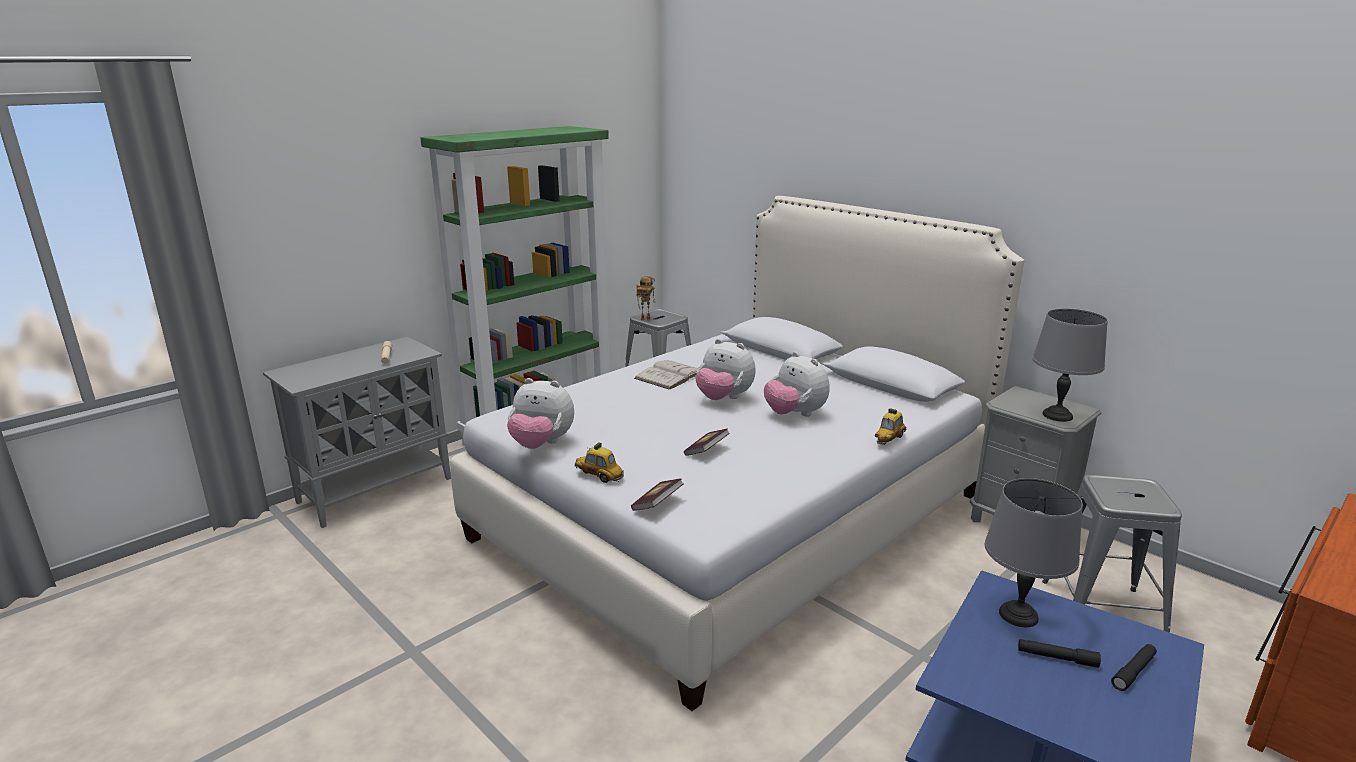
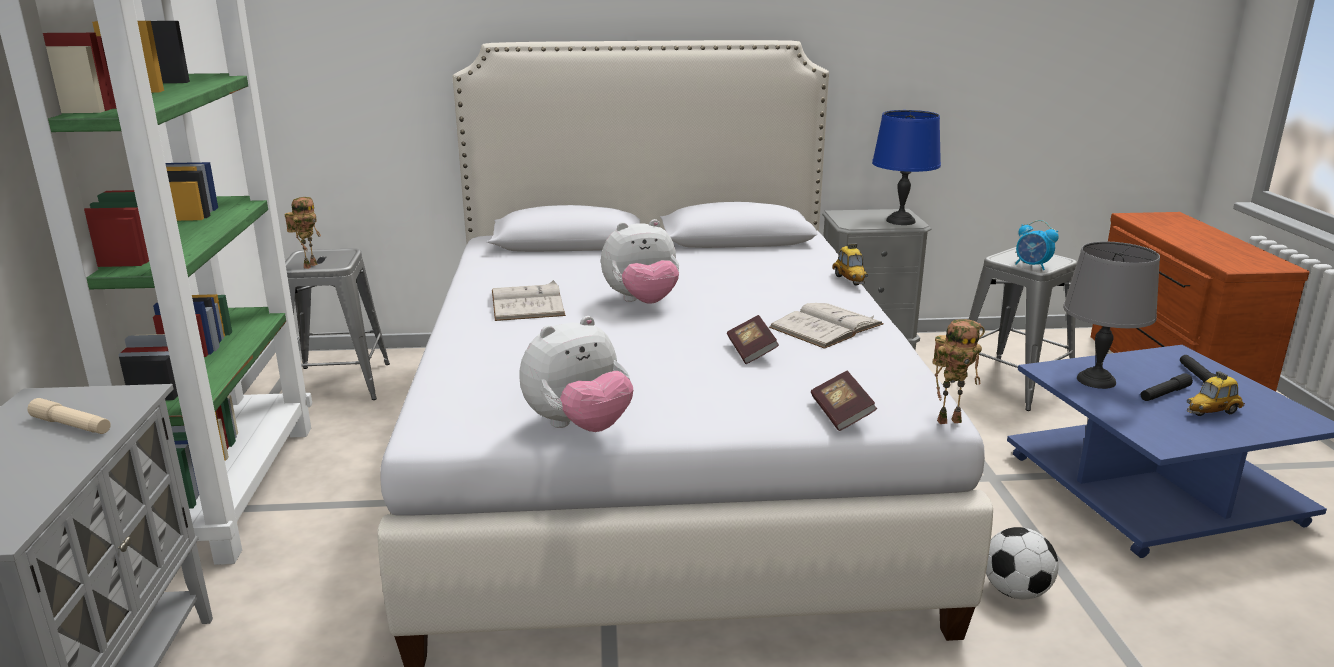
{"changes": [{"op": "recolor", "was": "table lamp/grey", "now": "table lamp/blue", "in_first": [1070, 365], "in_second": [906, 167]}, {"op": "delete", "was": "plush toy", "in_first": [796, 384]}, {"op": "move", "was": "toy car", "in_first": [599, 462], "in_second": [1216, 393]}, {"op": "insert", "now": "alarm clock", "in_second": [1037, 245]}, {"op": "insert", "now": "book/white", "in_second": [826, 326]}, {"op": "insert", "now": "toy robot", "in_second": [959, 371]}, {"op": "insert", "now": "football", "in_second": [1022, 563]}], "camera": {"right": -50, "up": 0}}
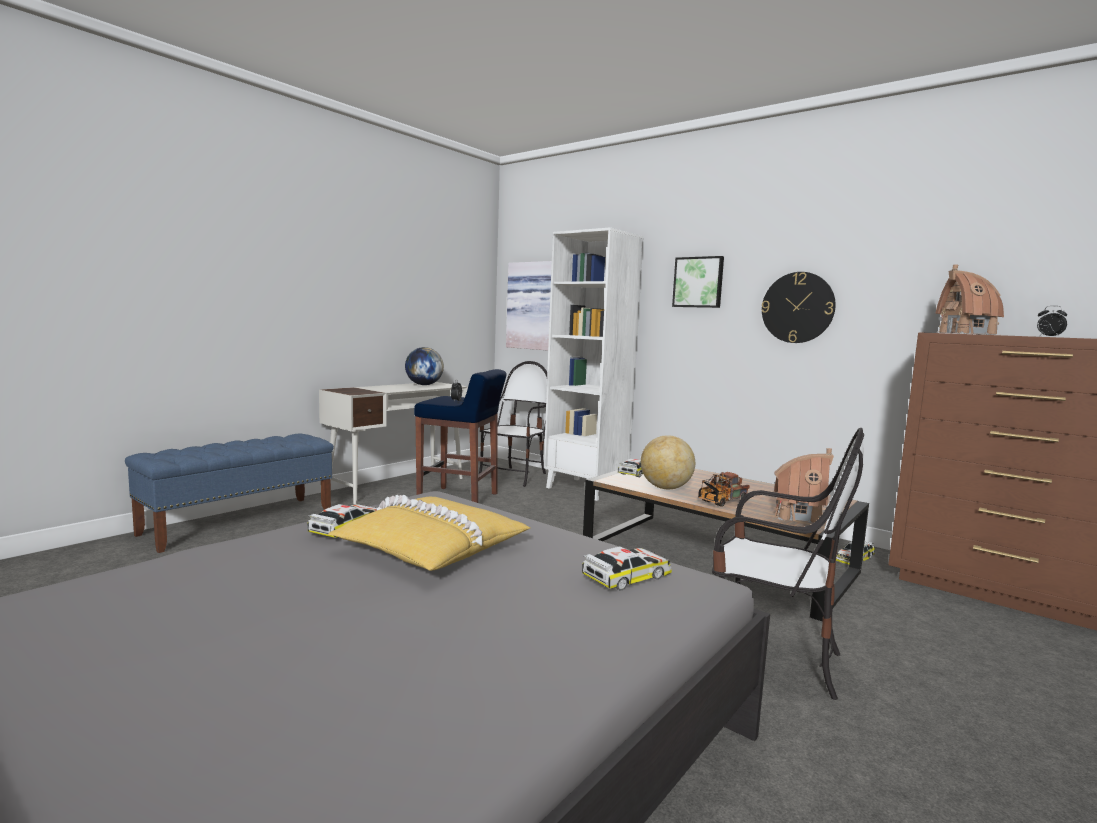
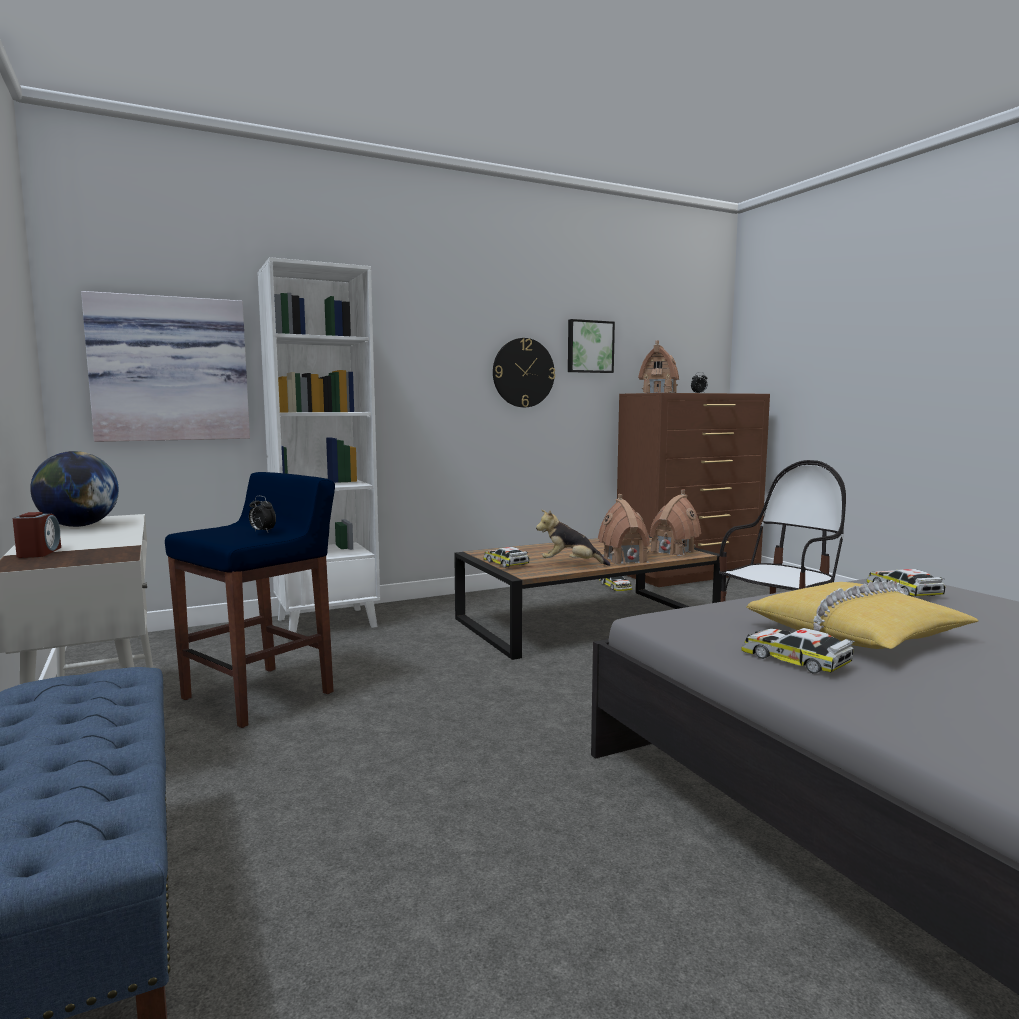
{"changes": [{"op": "move", "was": "picture", "in_first": [698, 282], "in_second": [591, 346]}, {"op": "delete", "was": "chair", "in_first": [513, 424]}, {"op": "replace", "was": "globe", "now": "plush toy", "in_first": [668, 462], "in_second": [573, 538]}, {"op": "replace", "was": "toy truck", "now": "toy house", "in_first": [724, 489], "in_second": [624, 529]}, {"op": "insert", "now": "alarm clock", "in_second": [37, 535]}], "camera": {"right": -65, "up": 0}}
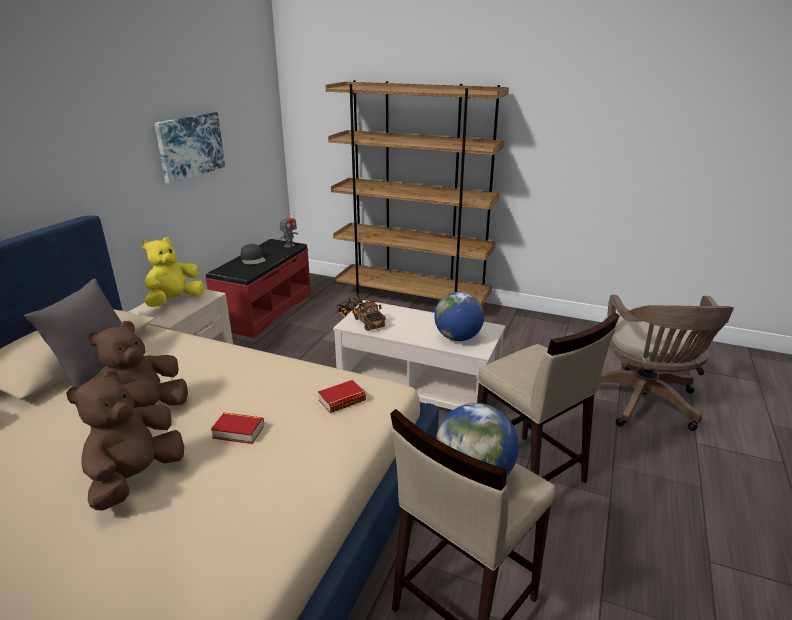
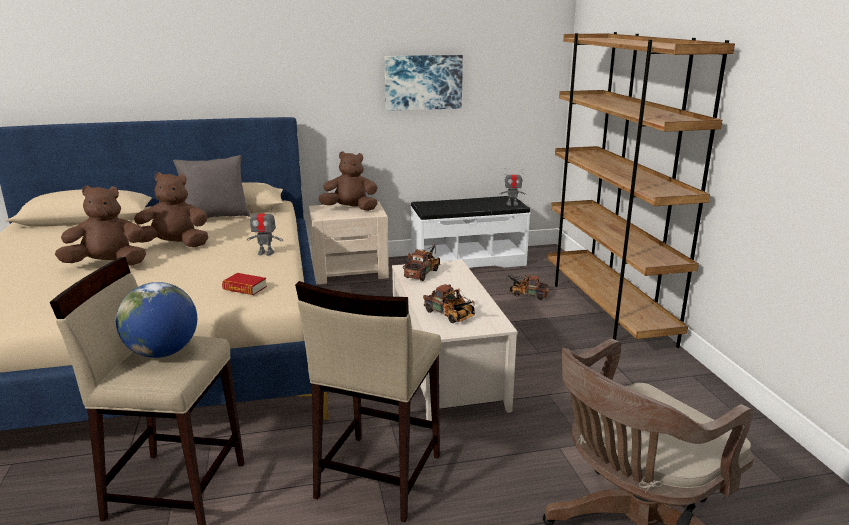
{"changes": [{"op": "recolor", "was": "plush toy/yellow", "now": "plush toy/brown", "in_first": [173, 272], "in_second": [348, 181]}, {"op": "recolor", "was": "bench/red", "now": "bench/white", "in_first": [258, 288], "in_second": [470, 232]}, {"op": "delete", "was": "cap/black", "in_first": [253, 254]}, {"op": "replace", "was": "globe", "now": "toy truck", "in_first": [459, 316], "in_second": [449, 303]}, {"op": "delete", "was": "book", "in_first": [237, 428]}, {"op": "insert", "now": "toy robot", "in_second": [265, 230]}], "camera": {"right": 55, "up": -5}}
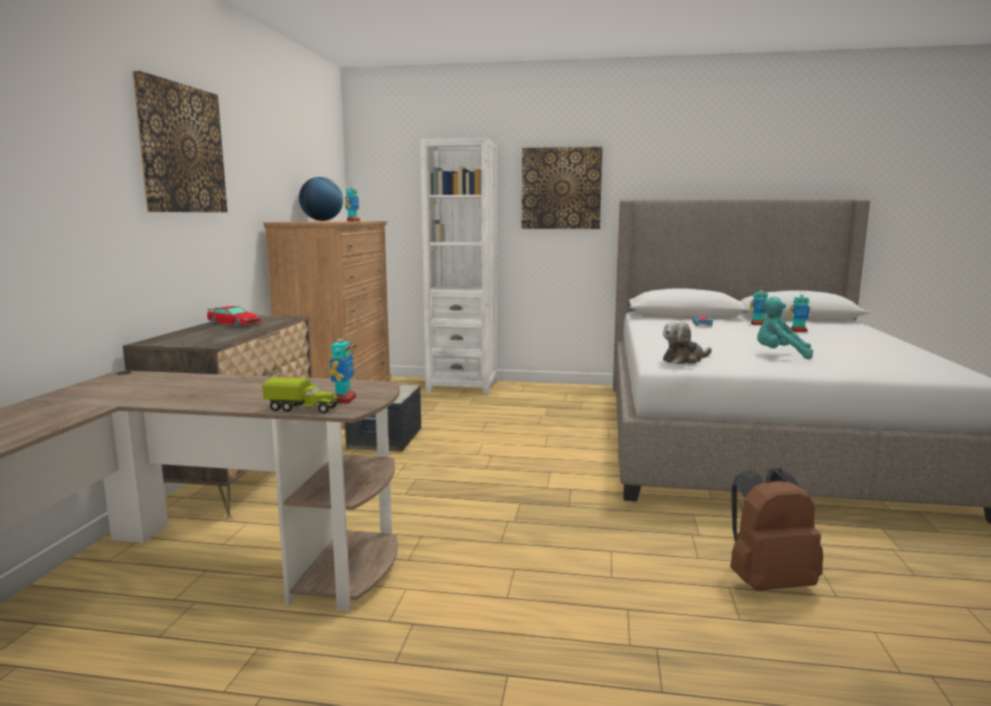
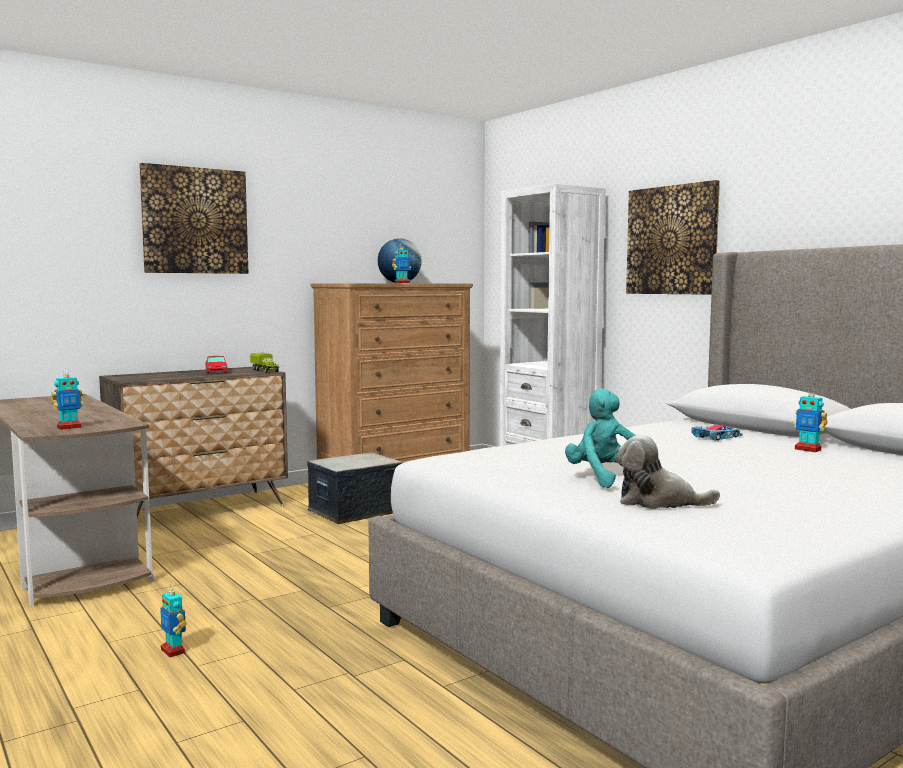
{"changes": [{"op": "move", "was": "toy robot", "in_first": [800, 313], "in_second": [173, 620]}, {"op": "move", "was": "plush toy", "in_first": [687, 342], "in_second": [667, 471]}, {"op": "move", "was": "toy truck", "in_first": [301, 395], "in_second": [264, 363]}, {"op": "delete", "was": "backpack/brown", "in_first": [776, 529]}], "camera": {"right": 45, "up": -5}}
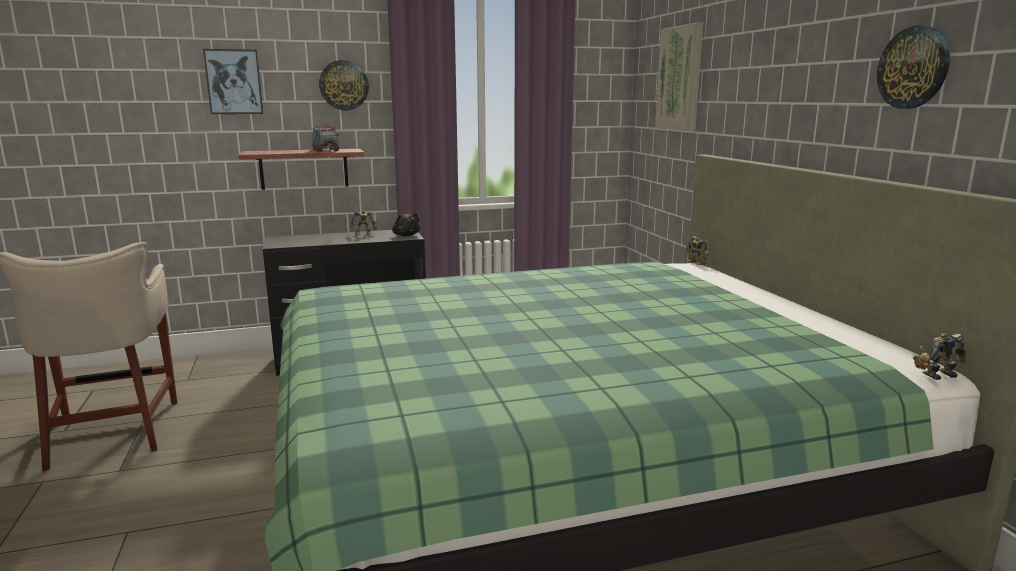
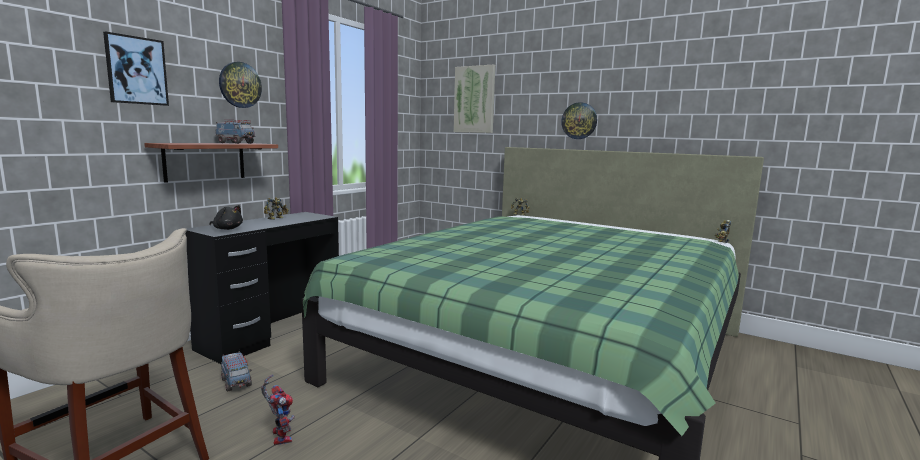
{"changes": [{"op": "move", "was": "wall clock", "in_first": [913, 67], "in_second": [579, 120]}, {"op": "move", "was": "plush toy/black", "in_first": [406, 224], "in_second": [226, 217]}, {"op": "insert", "now": "toy truck", "in_second": [236, 371]}, {"op": "insert", "now": "toy robot", "in_second": [278, 410]}], "camera": {"right": -40, "up": -5}}
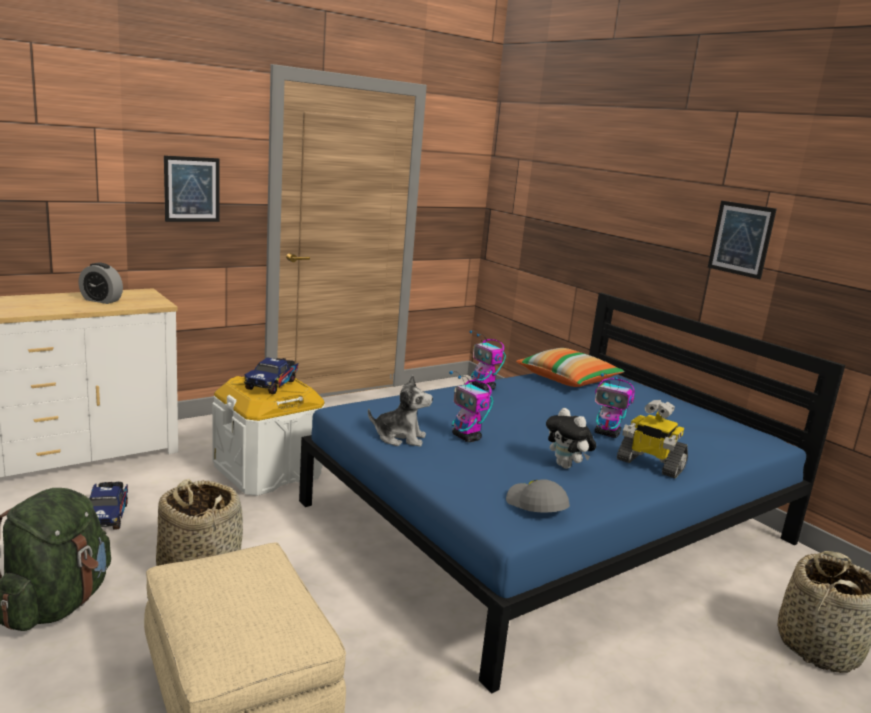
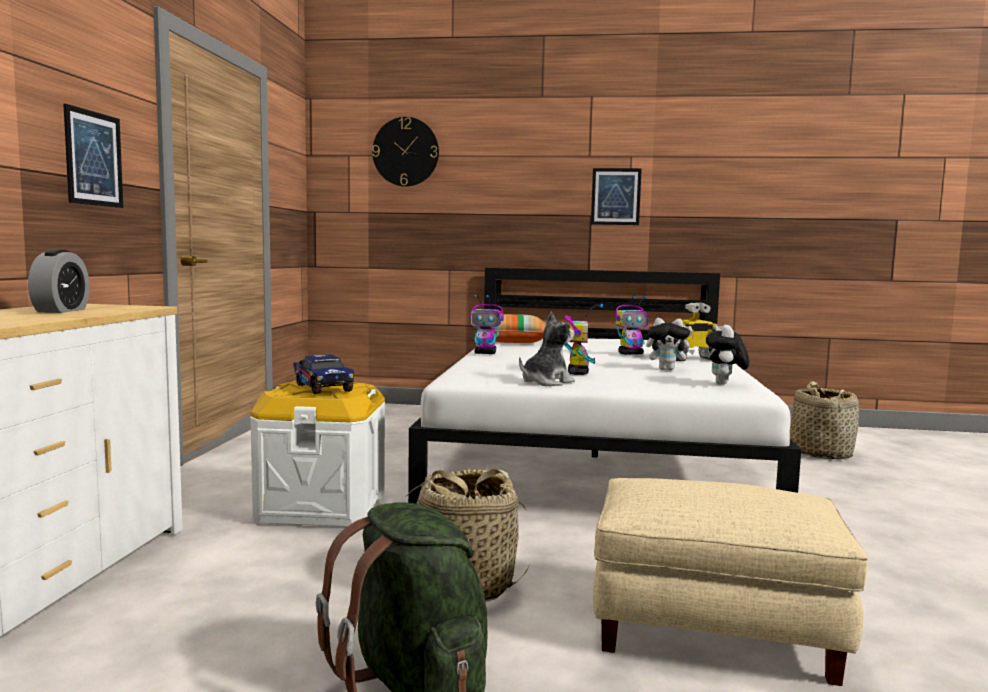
{"changes": [{"op": "rotate", "was": "alarm clock", "in_first": [100, 283], "in_second": [59, 281], "clockwise": -60}, {"op": "recolor", "was": "bed/blue", "now": "bed/white", "in_first": [572, 493], "in_second": [604, 386]}, {"op": "rotate", "was": "toy robot", "in_first": [471, 406], "in_second": [583, 339], "clockwise": -90}, {"op": "replace", "was": "cap/grey", "now": "plush toy", "in_first": [538, 495], "in_second": [727, 355]}, {"op": "delete", "was": "toy truck", "in_first": [108, 505]}, {"op": "insert", "now": "wall clock", "in_second": [405, 152]}], "camera": {"right": -45, "up": -10}}
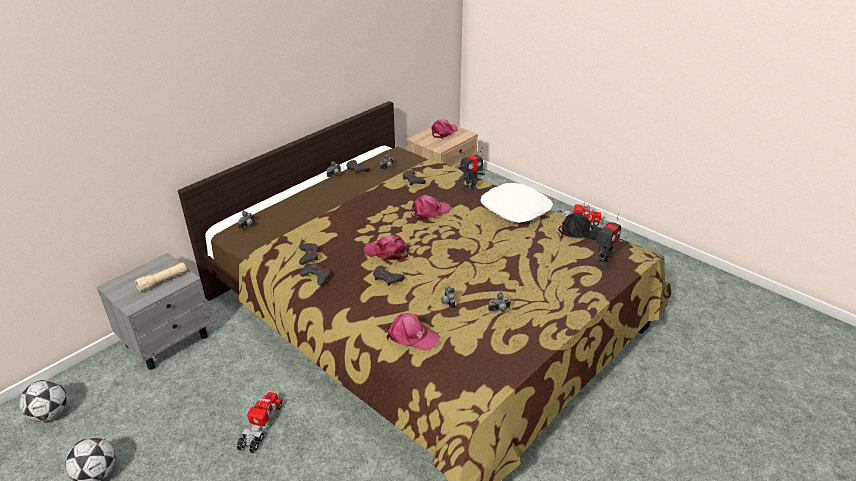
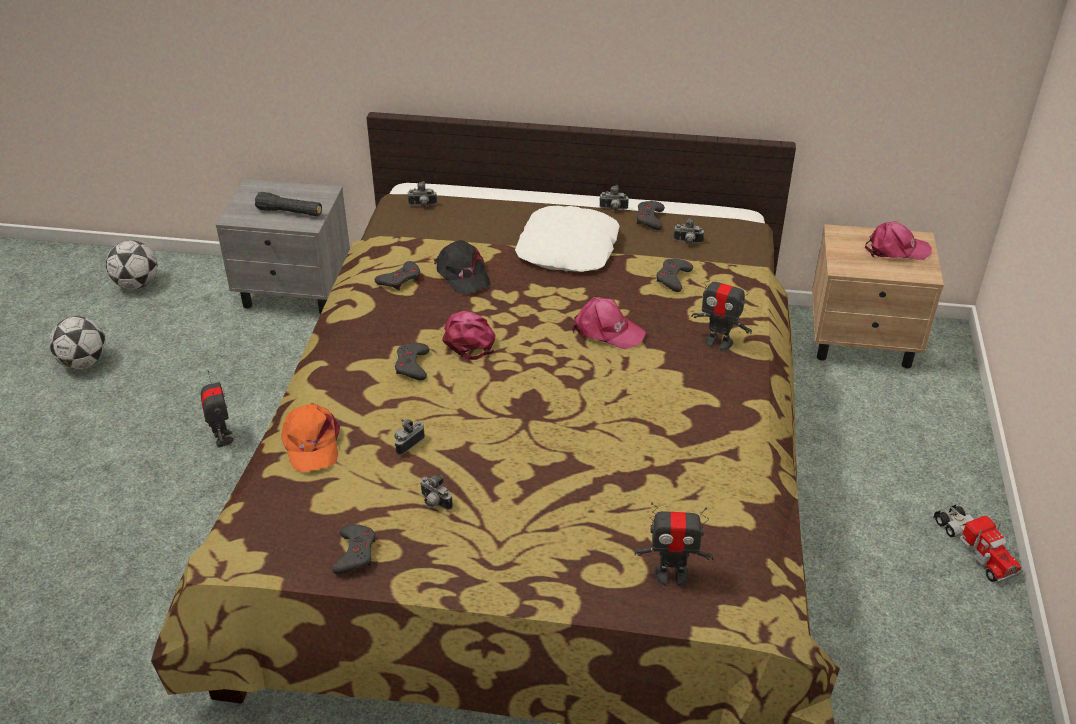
{"changes": [{"op": "move", "was": "pillow/white", "in_first": [516, 203], "in_second": [567, 239]}, {"op": "move", "was": "cap/black", "in_first": [580, 226], "in_second": [462, 267]}, {"op": "recolor", "was": "flashlight/beige", "now": "flashlight/black", "in_first": [161, 277], "in_second": [288, 204]}, {"op": "move", "was": "game controller/grey", "in_first": [314, 275], "in_second": [353, 549]}, {"op": "recolor", "was": "cap/pink", "now": "cap/orange", "in_first": [413, 332], "in_second": [310, 438]}, {"op": "replace", "was": "toy truck", "now": "toy robot", "in_first": [259, 422], "in_second": [217, 409]}], "camera": {"right": 55, "up": 5}}
